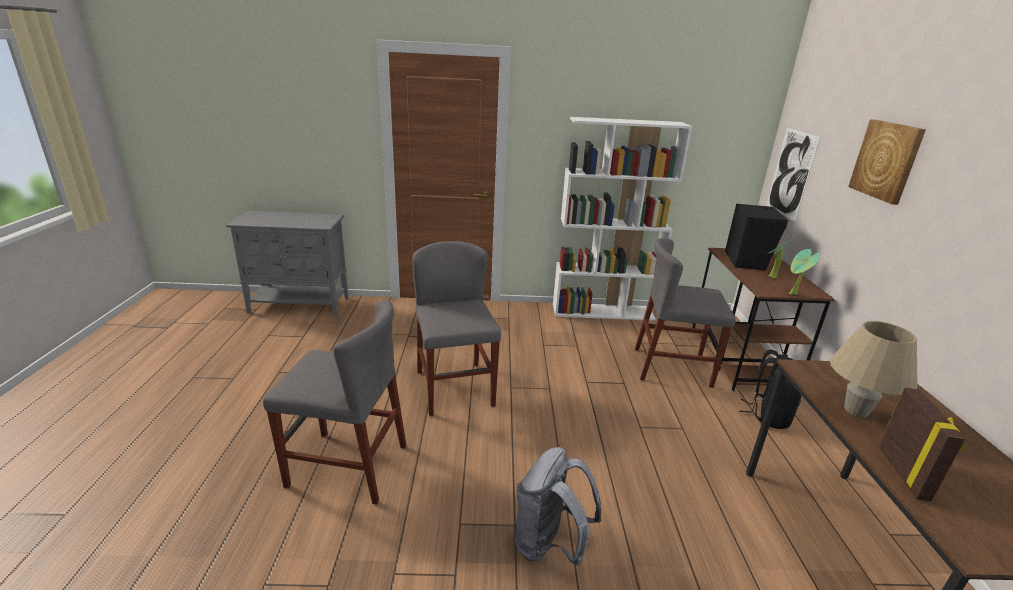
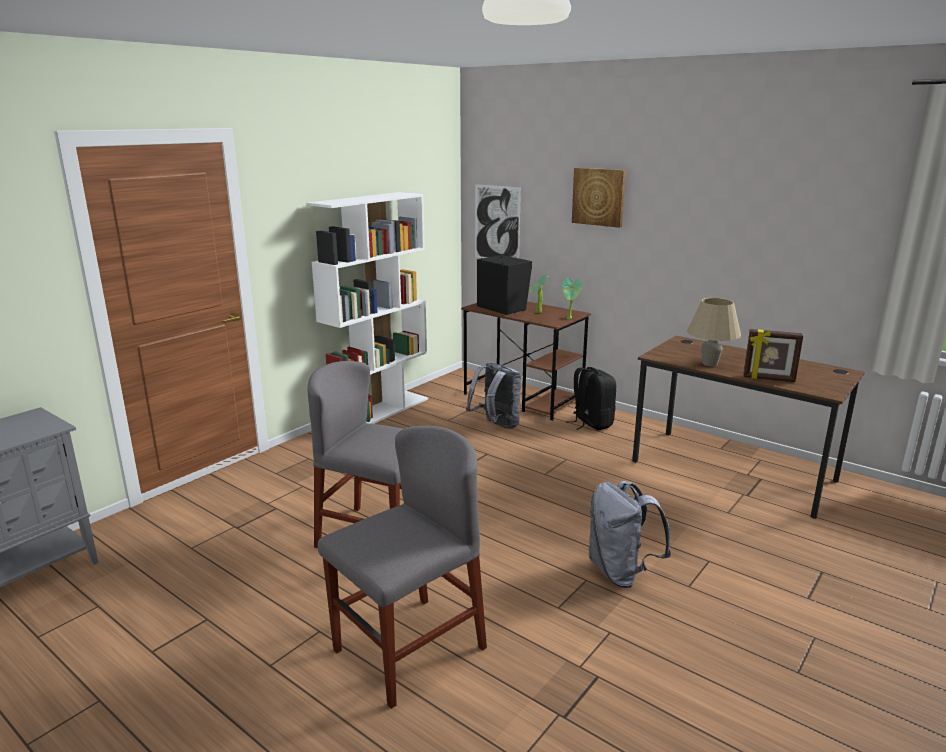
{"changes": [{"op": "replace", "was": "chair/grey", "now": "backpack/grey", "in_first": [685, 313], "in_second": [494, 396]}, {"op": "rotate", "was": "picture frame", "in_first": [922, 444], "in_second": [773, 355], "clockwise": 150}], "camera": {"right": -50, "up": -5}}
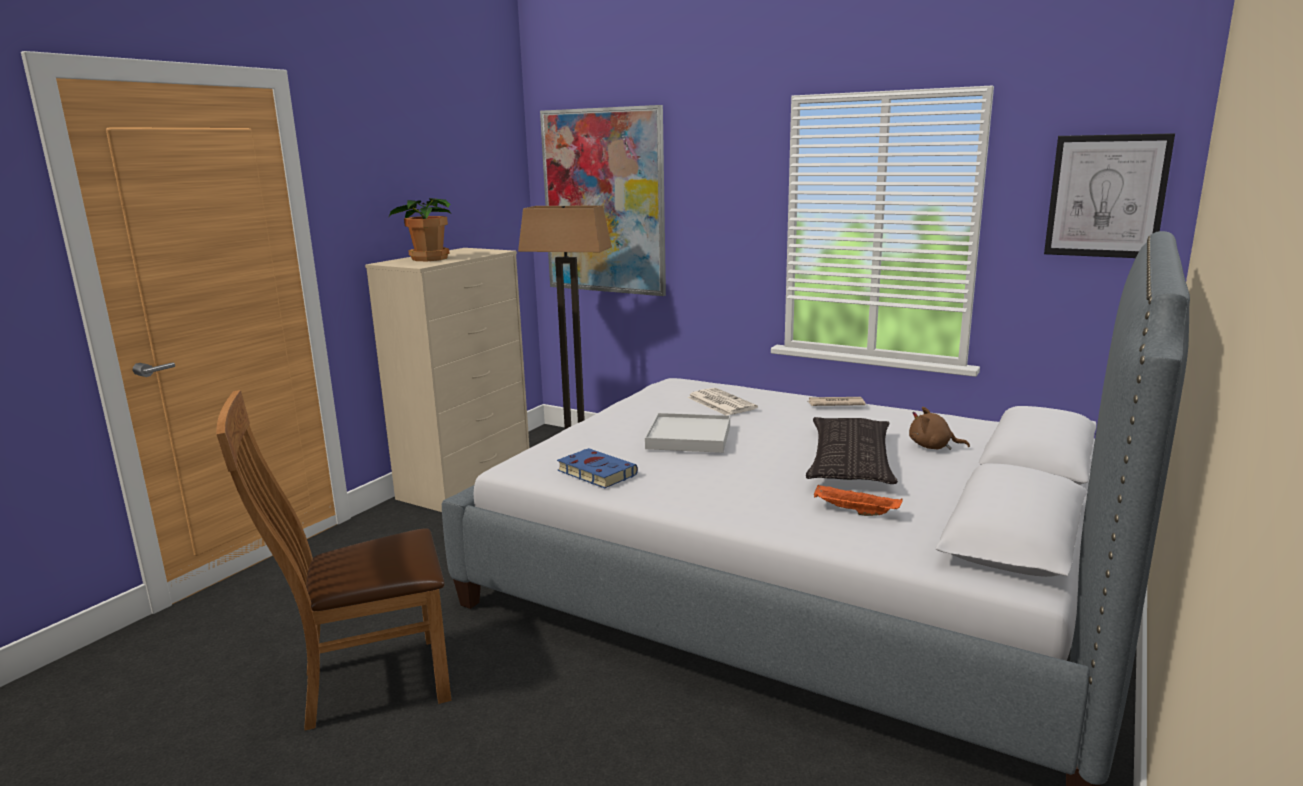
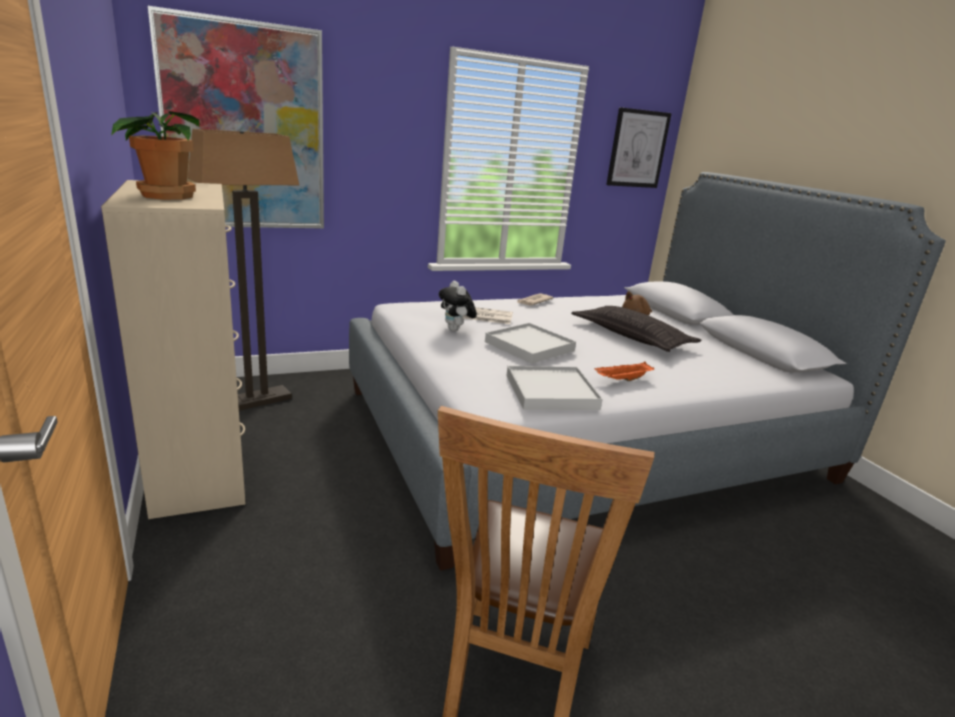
{"changes": [{"op": "replace", "was": "book/blue", "now": "tray/white", "in_first": [597, 468], "in_second": [554, 388]}, {"op": "move", "was": "tray/orange", "in_first": [858, 500], "in_second": [624, 371]}, {"op": "insert", "now": "plush toy", "in_second": [458, 306]}], "camera": {"right": -55, "up": 5}}
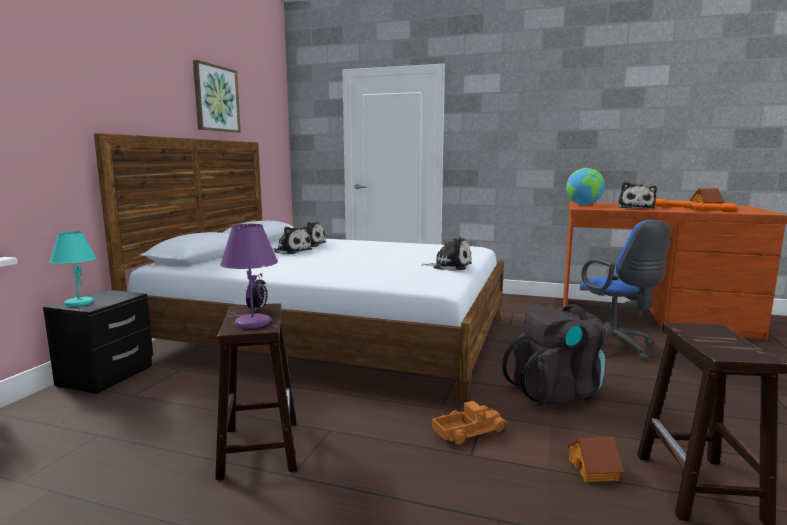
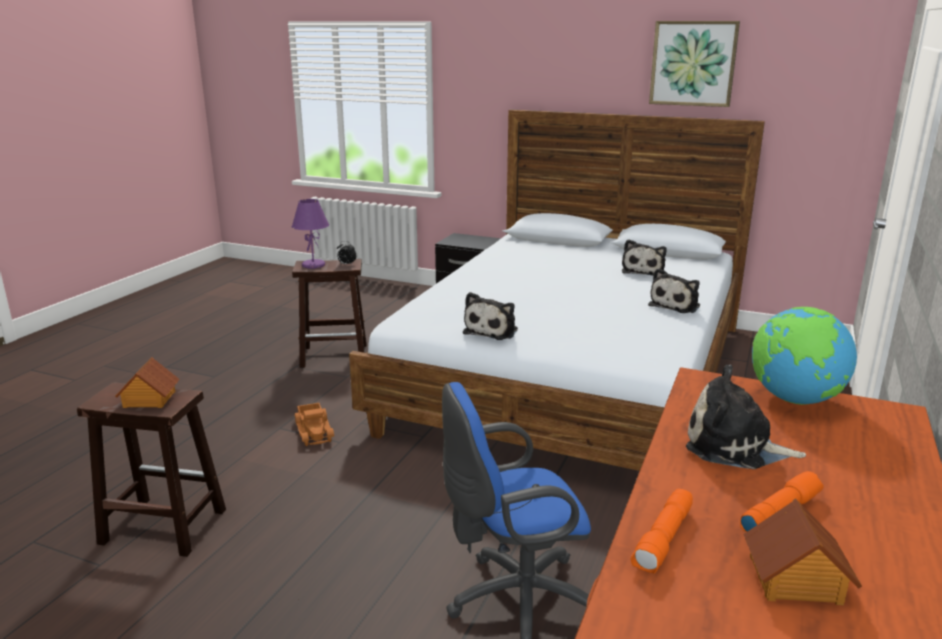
{"changes": [{"op": "move", "was": "plush toy", "in_first": [292, 240], "in_second": [674, 290]}, {"op": "delete", "was": "table lamp/turquoise", "in_first": [73, 269]}, {"op": "delete", "was": "backpack/black", "in_first": [553, 355]}, {"op": "move", "was": "toy house", "in_first": [595, 459], "in_second": [147, 382]}], "camera": {"right": 95, "up": 10}}
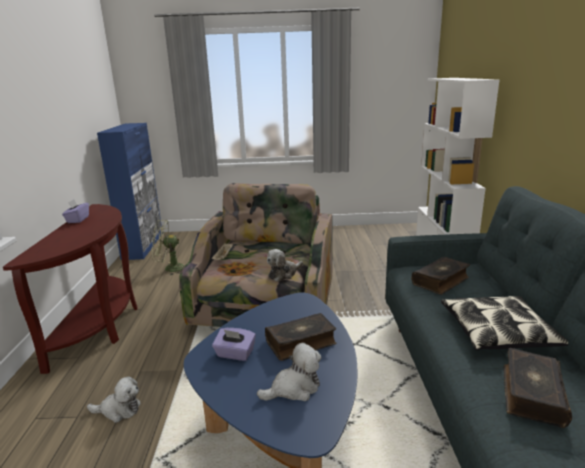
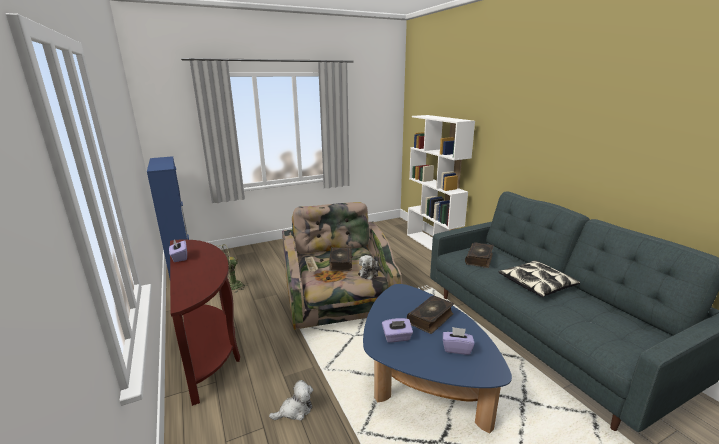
{"changes": [{"op": "replace", "was": "plush toy", "now": "tissue box/purple", "in_first": [289, 372], "in_second": [459, 341]}, {"op": "move", "was": "book", "in_first": [537, 388], "in_second": [340, 259]}], "camera": {"right": -25, "up": 0}}
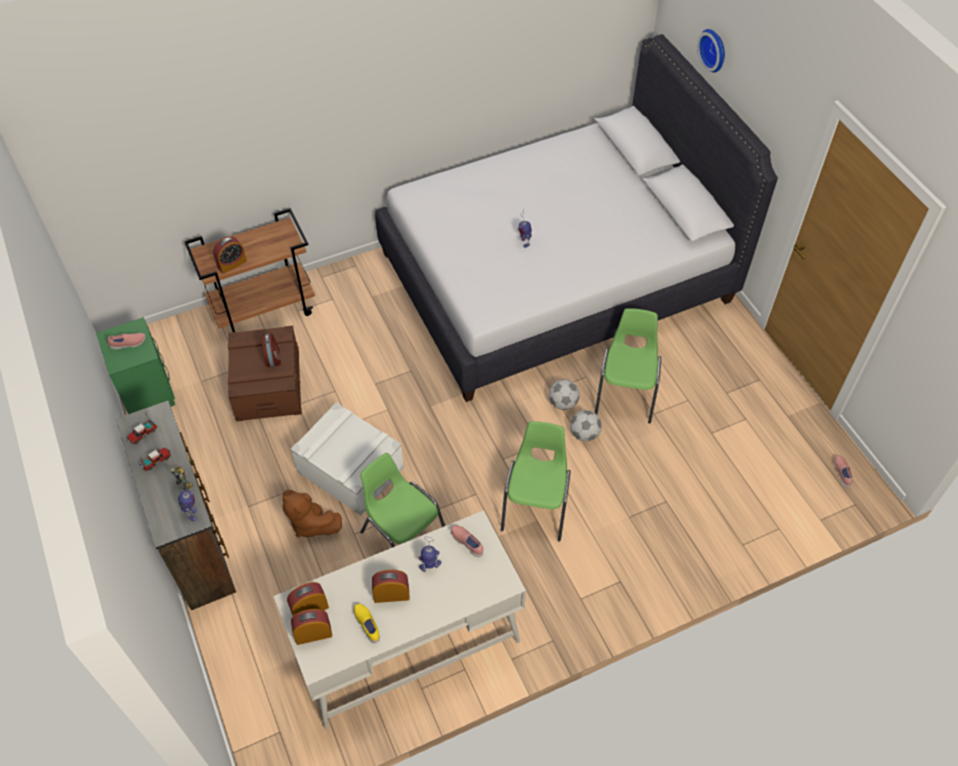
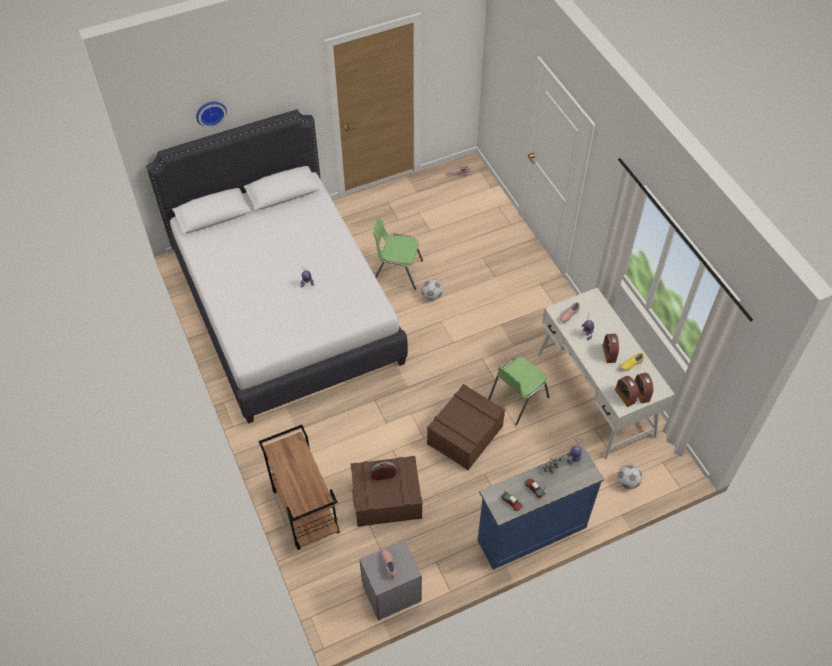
{"changes": [{"op": "delete", "was": "alarm clock", "in_first": [230, 255]}, {"op": "recolor", "was": "nightstand/green", "now": "nightstand/grey", "in_first": [135, 365], "in_second": [390, 580]}, {"op": "move", "was": "football", "in_first": [564, 394], "in_second": [629, 477]}, {"op": "recolor", "was": "dresser/brown", "now": "dresser/blue", "in_first": [176, 505], "in_second": [540, 508]}, {"op": "recolor", "was": "storage box/white", "now": "storage box/brown", "in_first": [347, 458], "in_second": [466, 427]}, {"op": "delete", "was": "chair/green", "in_first": [535, 481]}, {"op": "delete", "was": "plush toy/brown", "in_first": [312, 514]}], "camera": {"right": -90, "up": 0}}
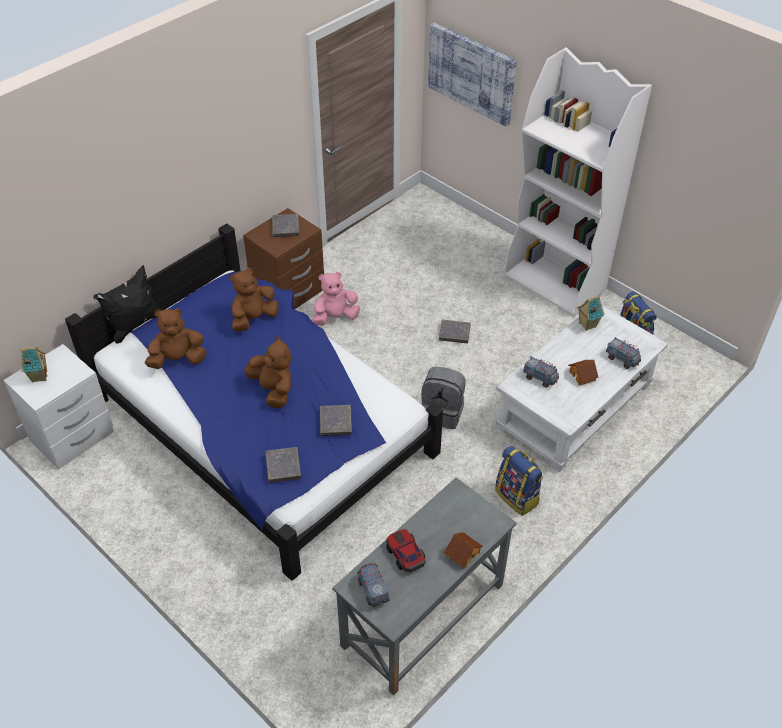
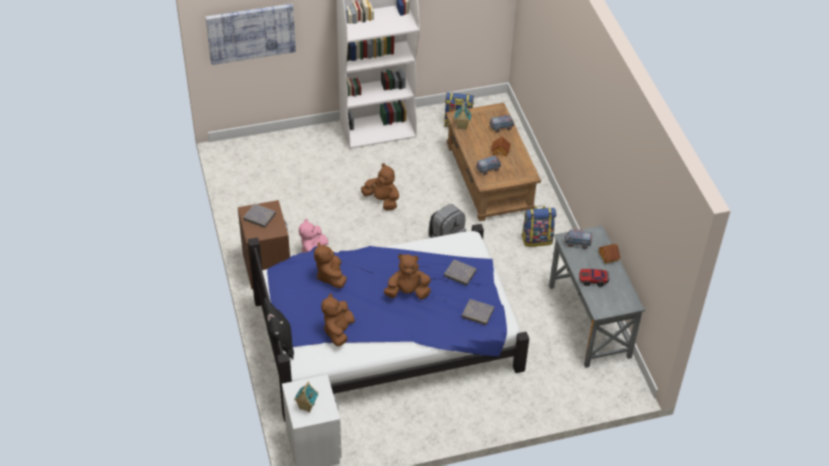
{"changes": [{"op": "recolor", "was": "coffee table/white", "now": "coffee table/brown", "in_first": [582, 388], "in_second": [493, 162]}, {"op": "replace", "was": "book/grey", "now": "plush toy/brown", "in_first": [455, 331], "in_second": [380, 187]}, {"op": "move", "was": "toy truck", "in_first": [373, 585], "in_second": [578, 239]}], "camera": {"right": -60, "up": 0}}
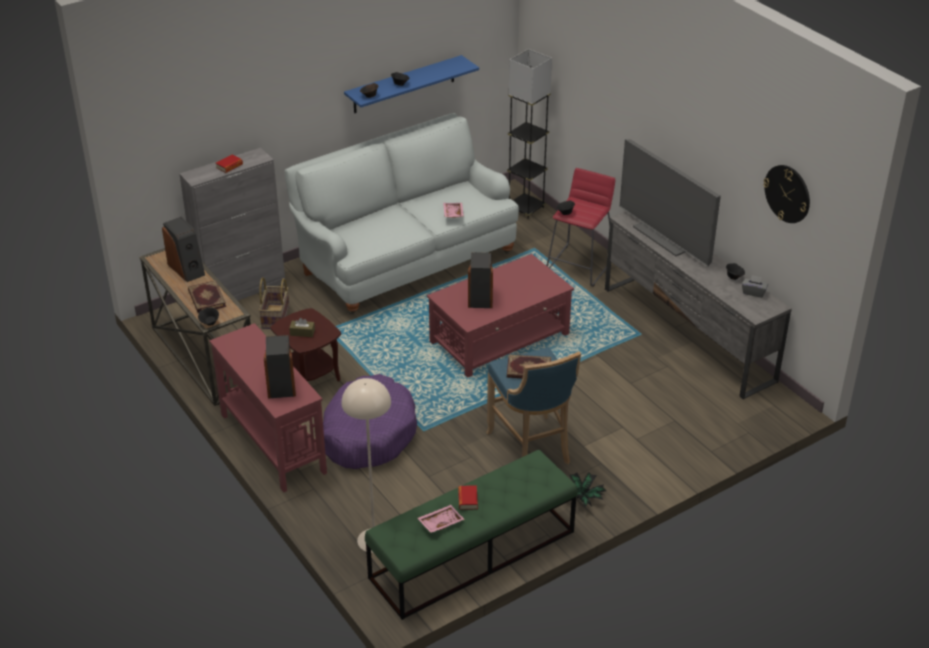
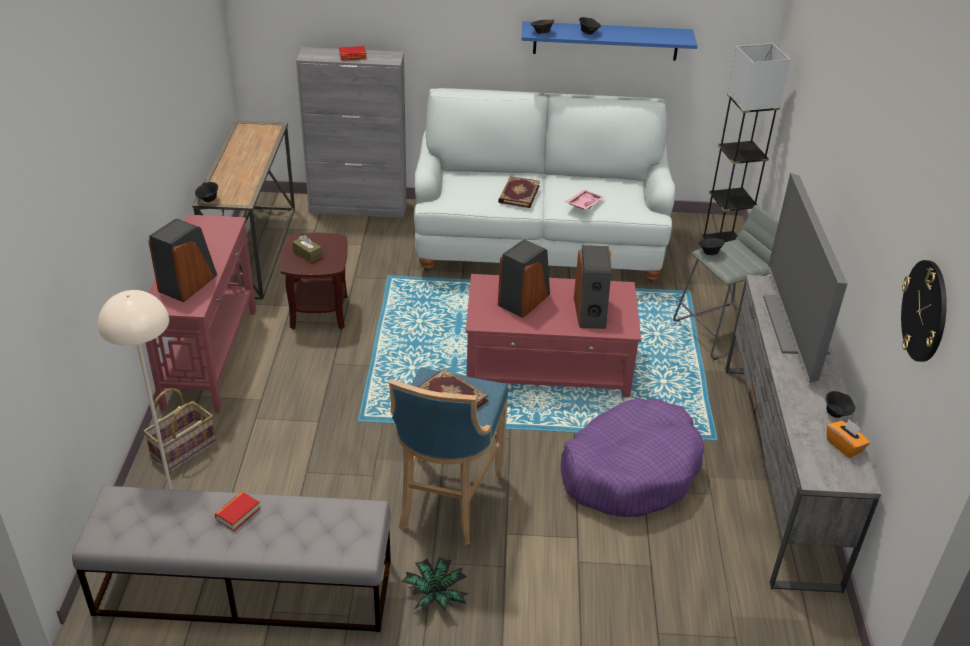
{"changes": [{"op": "recolor", "was": "stool/red", "now": "stool/grey", "in_first": [580, 227], "in_second": [726, 282]}, {"op": "move", "was": "speaker", "in_first": [183, 249], "in_second": [592, 287]}, {"op": "recolor", "was": "tissue box/grey", "now": "tissue box/orange", "in_first": [755, 286], "in_second": [848, 438]}, {"op": "move", "was": "basket", "in_first": [274, 303], "in_second": [180, 429]}, {"op": "move", "was": "book", "in_first": [207, 296], "in_second": [519, 192]}, {"op": "move", "was": "dog bed/purple", "in_first": [370, 421], "in_second": [632, 457]}, {"op": "recolor", "was": "bench/green", "now": "bench/grey", "in_first": [471, 535], "in_second": [231, 559]}, {"op": "delete", "was": "tray/pink", "in_first": [441, 519]}], "camera": {"right": 35, "up": 0}}
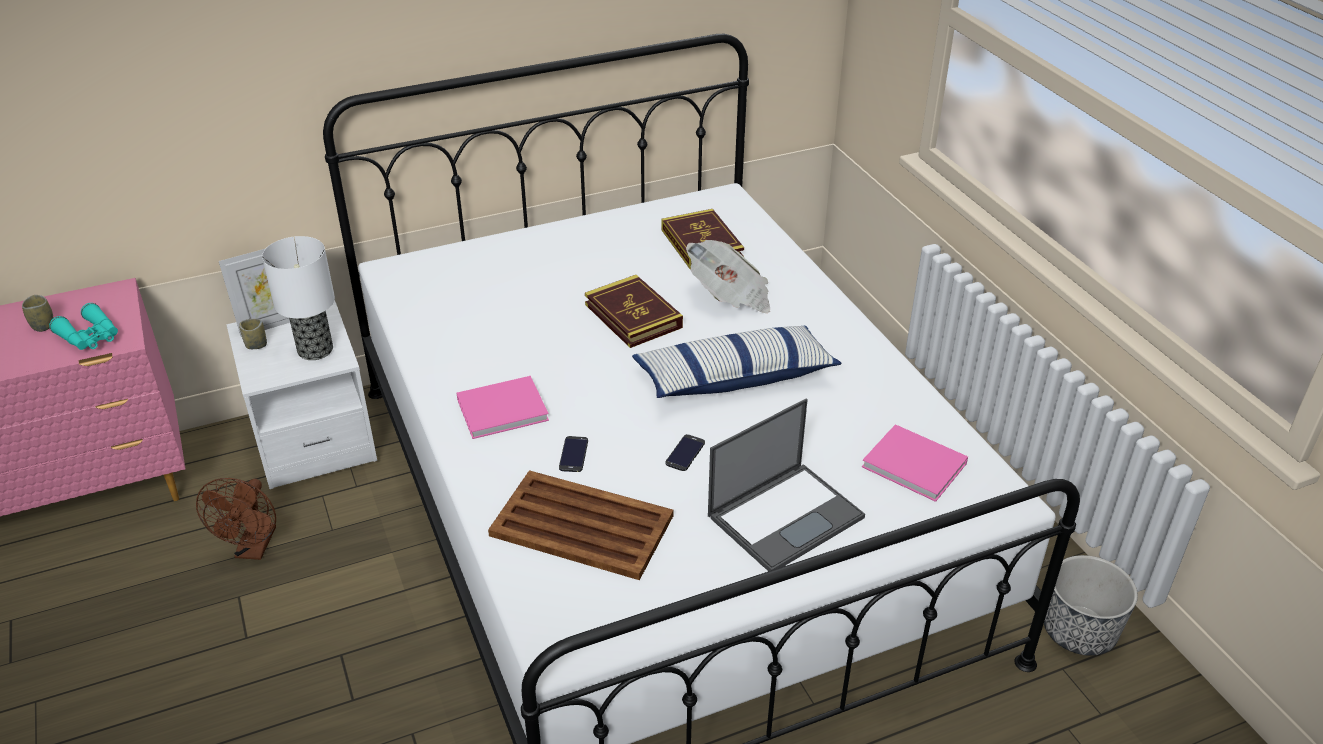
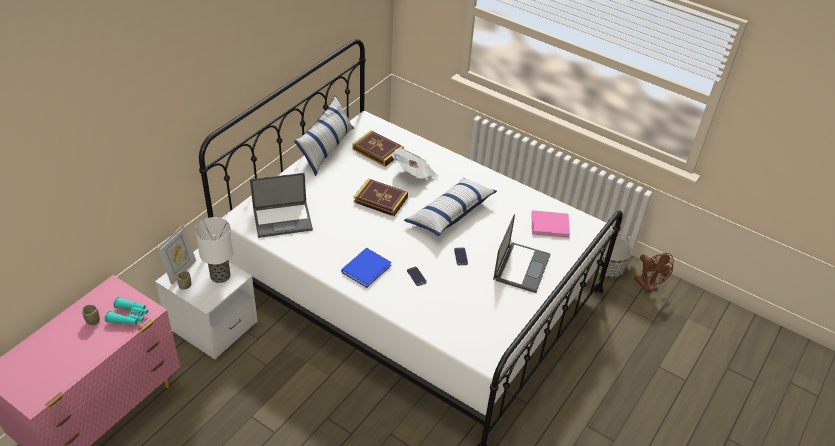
{"changes": [{"op": "recolor", "was": "book/pink", "now": "book/blue", "in_first": [502, 407], "in_second": [366, 268]}, {"op": "delete", "was": "tray/brown", "in_first": [580, 525]}, {"op": "move", "was": "fan/brown", "in_first": [236, 519], "in_second": [654, 273]}, {"op": "insert", "now": "pillow", "in_second": [324, 135]}, {"op": "insert", "now": "laptop", "in_second": [281, 205]}], "camera": {"right": -35, "up": 5}}
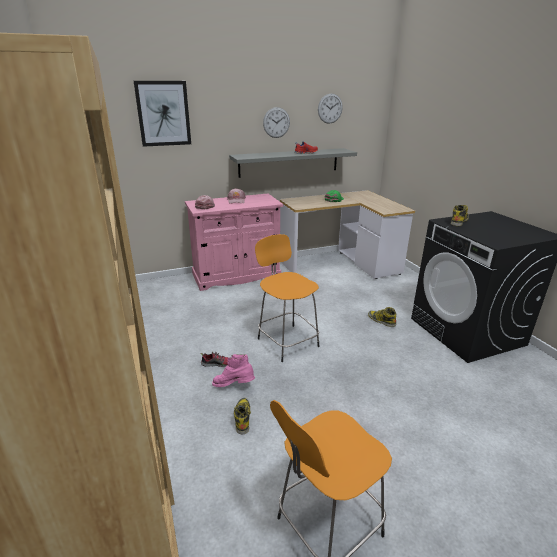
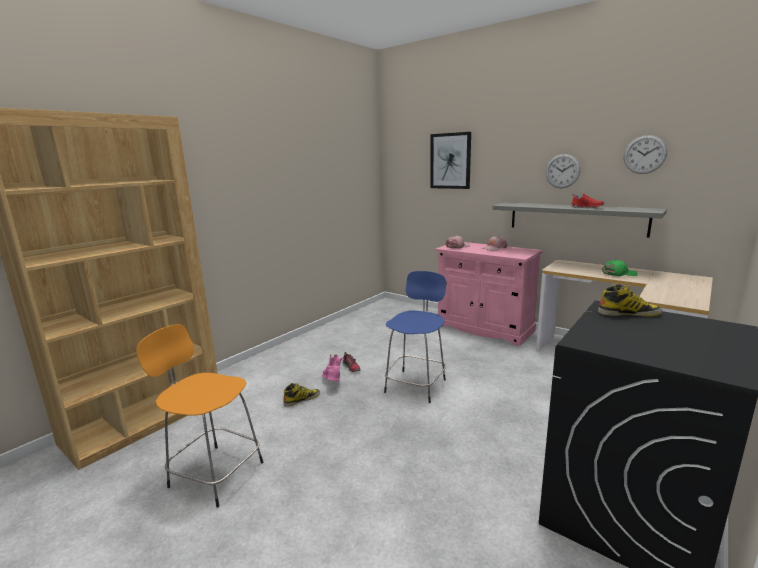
{"changes": [{"op": "recolor", "was": "stool/orange", "now": "stool/blue", "in_first": [287, 298], "in_second": [415, 337]}, {"op": "delete", "was": "boot", "in_first": [382, 317]}], "camera": {"right": 60, "up": -10}}
